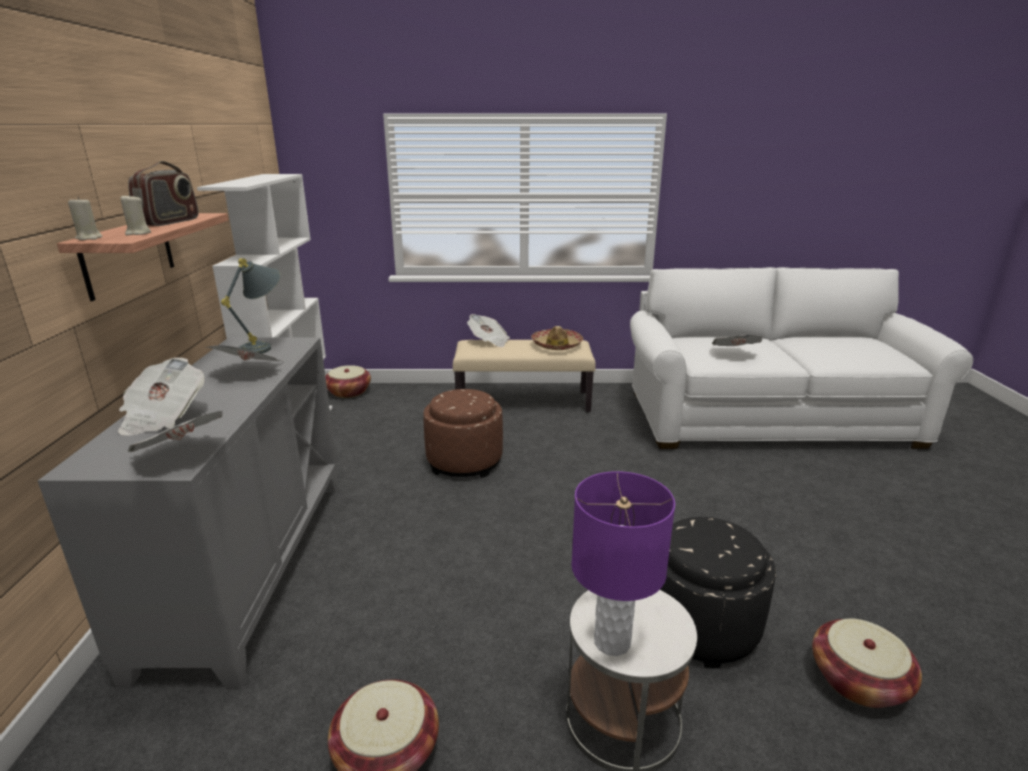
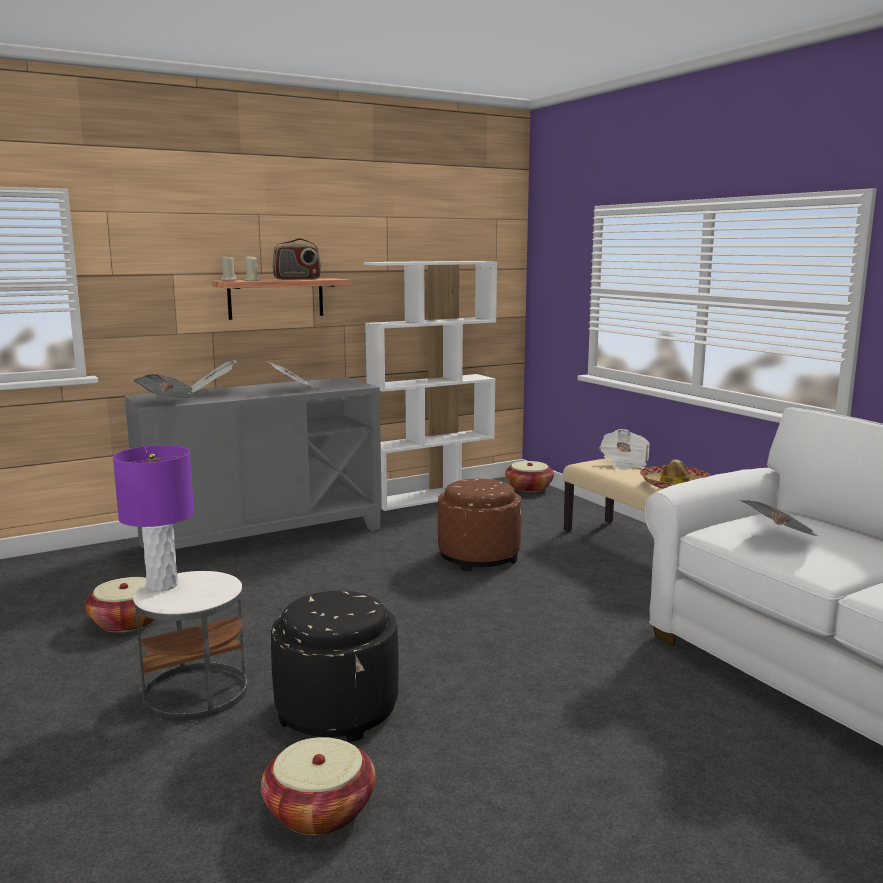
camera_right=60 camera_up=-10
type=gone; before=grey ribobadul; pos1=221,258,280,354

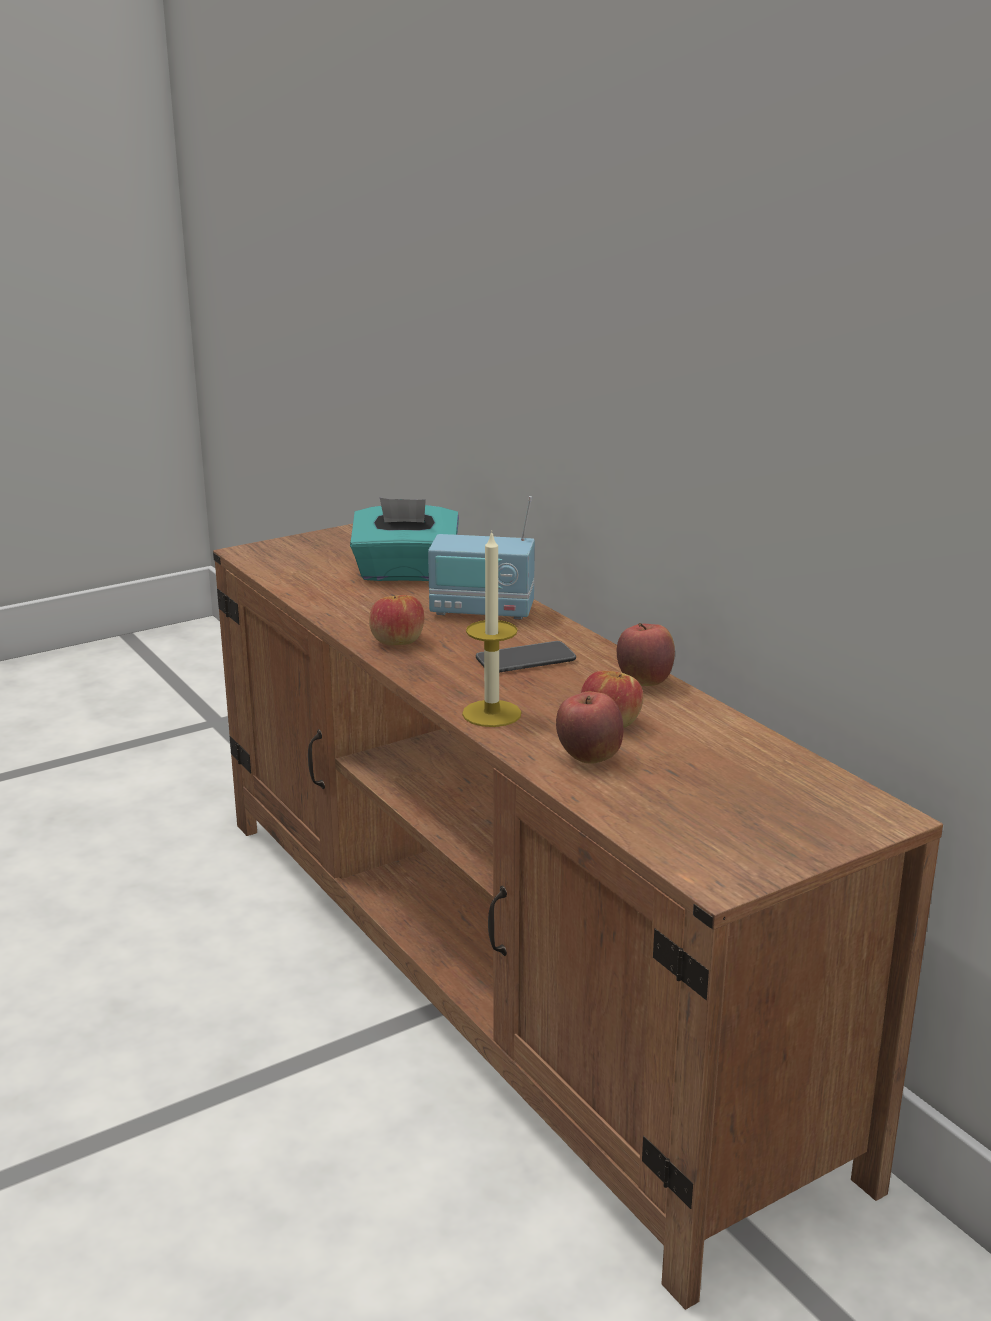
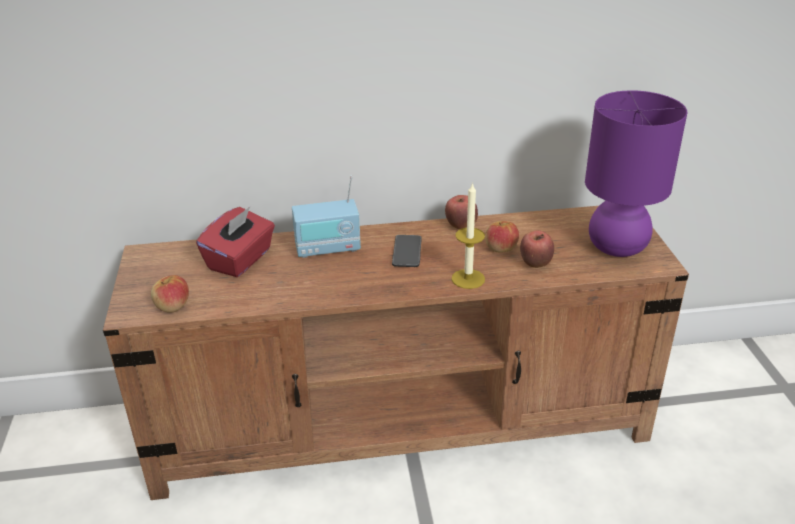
camera_right=-65 camera_up=10
type=shifted; before=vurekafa; pos1=369,595,424,645; pos2=151,275,189,313
type=repainted; before=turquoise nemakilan; after=red nemakilan; pos1=350,498,459,581; pos2=196,207,275,277
type=rotated; before=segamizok; pos1=428,496,535,620; pos2=292,175,361,258; turn=45
type=new; after=purple ribobadul; pos2=585,90,687,257

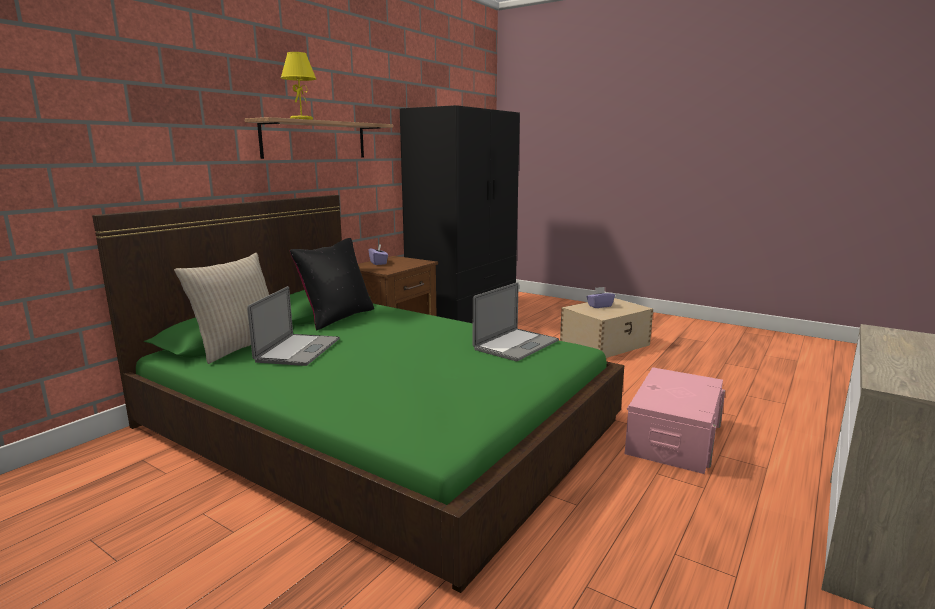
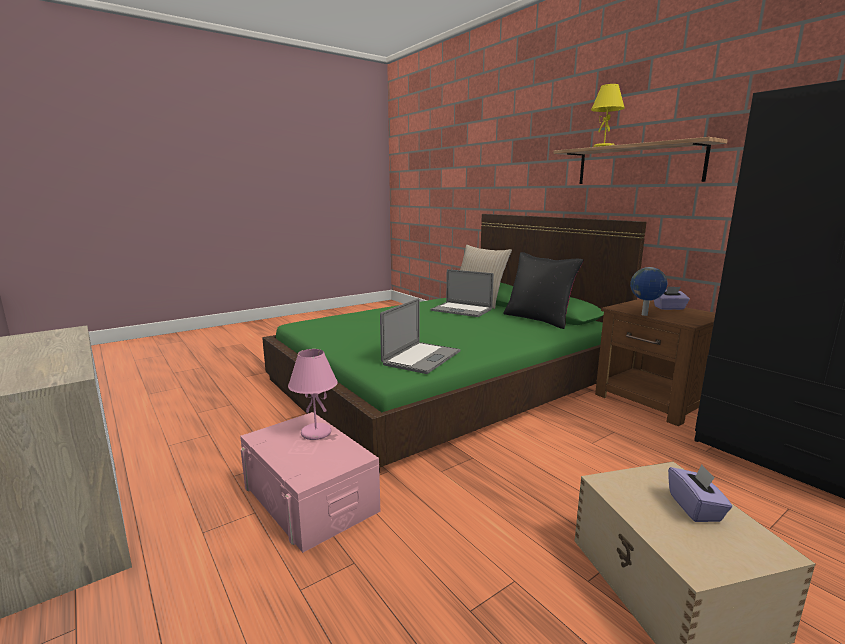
camera_right=110 camera_up=0
type=new; after=pink ribobadul; pos2=288,349,338,440
type=rotated; before=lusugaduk; pos1=473,282,559,361; pos2=380,298,461,374; turn=-120
type=new; after=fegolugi; pos2=630,267,667,316

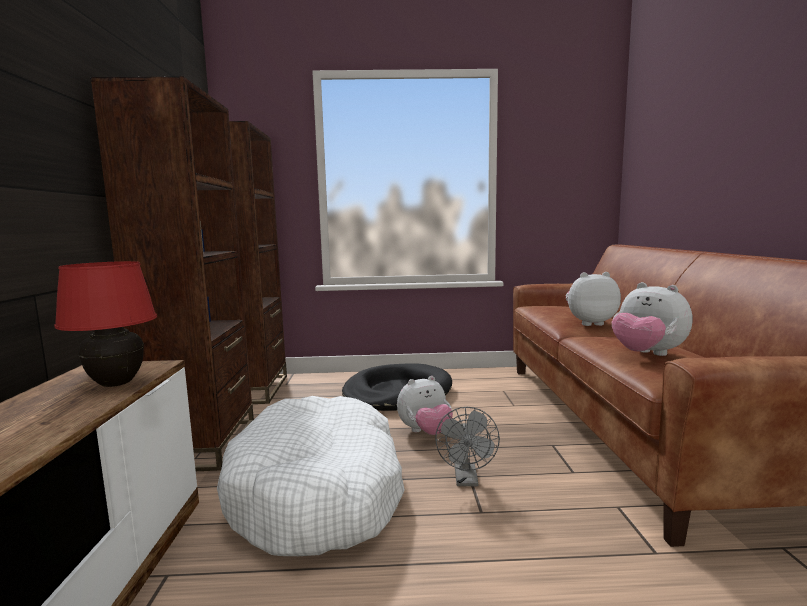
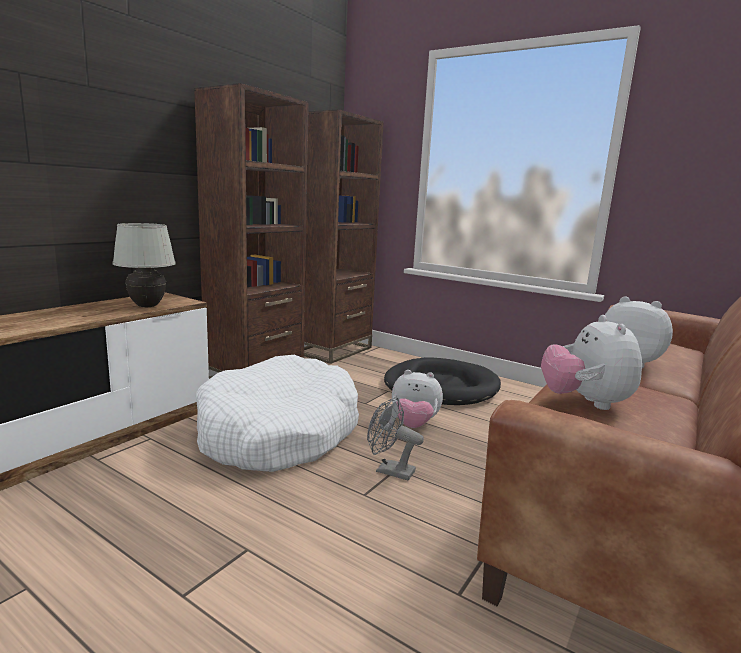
camera_right=35 camera_up=5
type=repainted; before=red ribobadul; after=white ribobadul; pos1=54,261,157,387; pos2=112,223,176,307
type=rotated; before=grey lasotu; pos1=435,407,500,486; pos2=367,397,424,481; turn=75

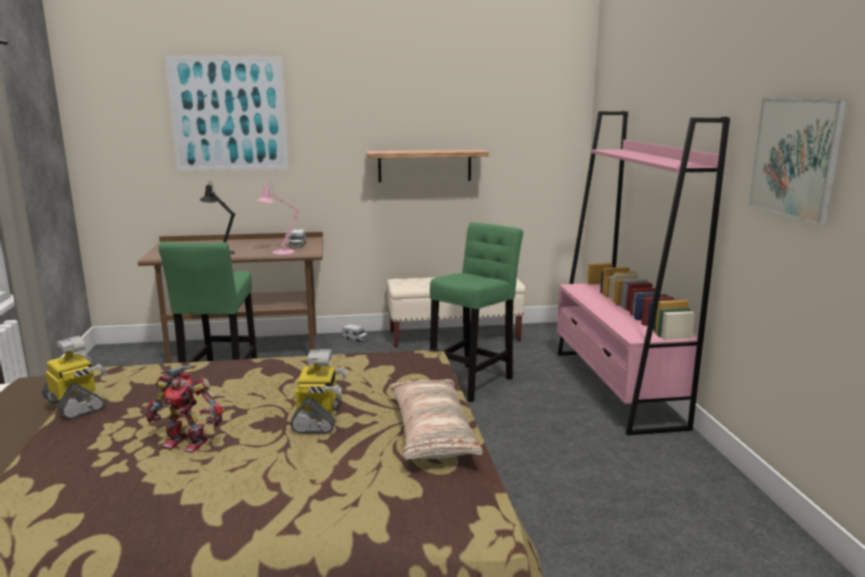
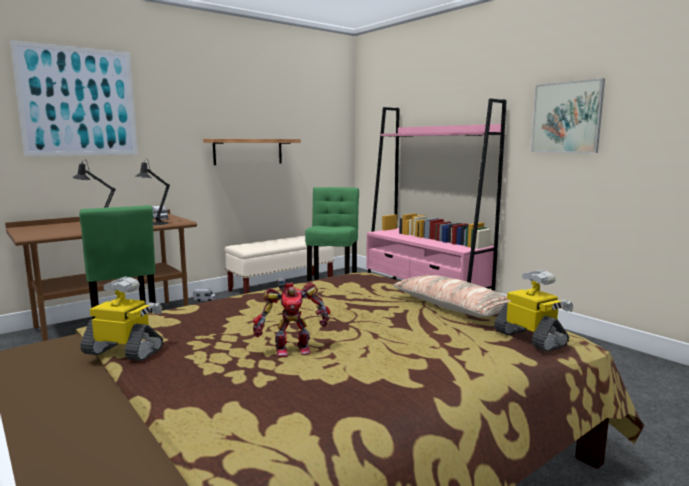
camera_right=-30 camera_up=-5
type=repainted; before=pink ribobadul; after=black ribobadul; pos1=257,181,300,255; pos2=136,159,170,225
type=shifted; before=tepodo; pos1=290,349,347,434; pos2=494,270,573,352

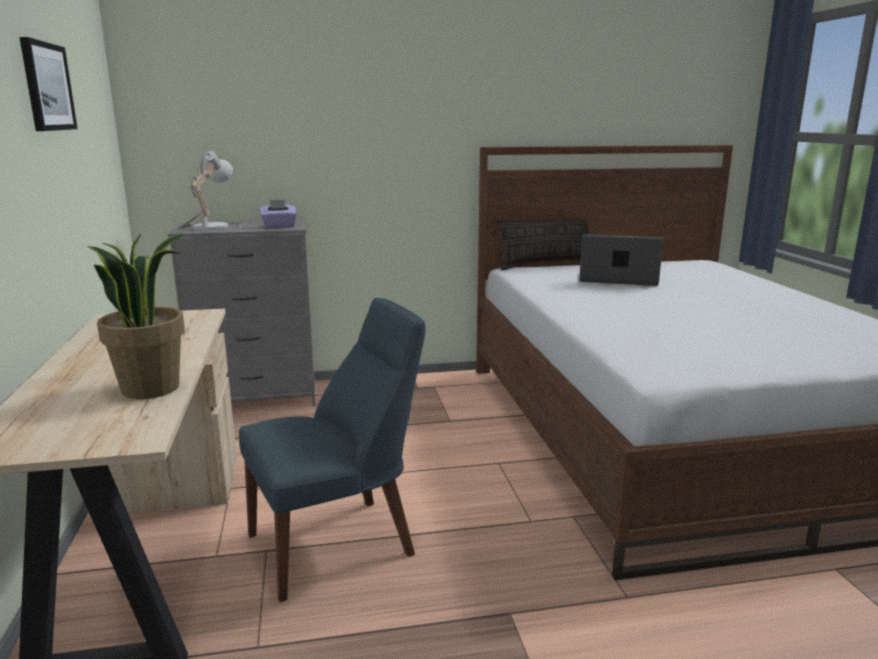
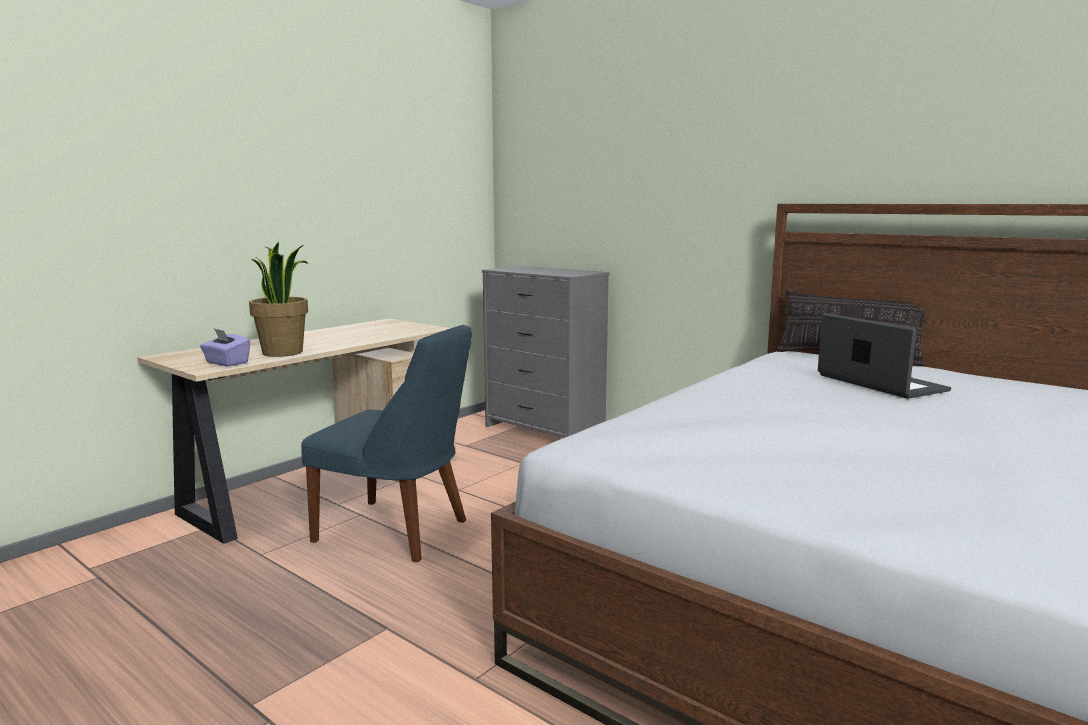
camera_right=50 camera_up=-5
type=shifted; before=purple nemakilan; pos1=259,200,297,228; pos2=200,328,250,367
type=gone; before=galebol; pos1=19,37,78,131
type=gone; before=ribobadul; pos1=178,151,243,230

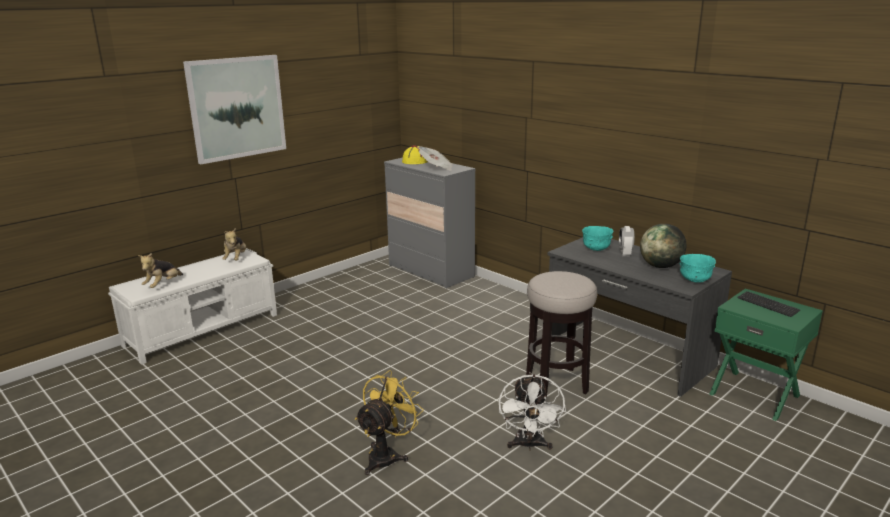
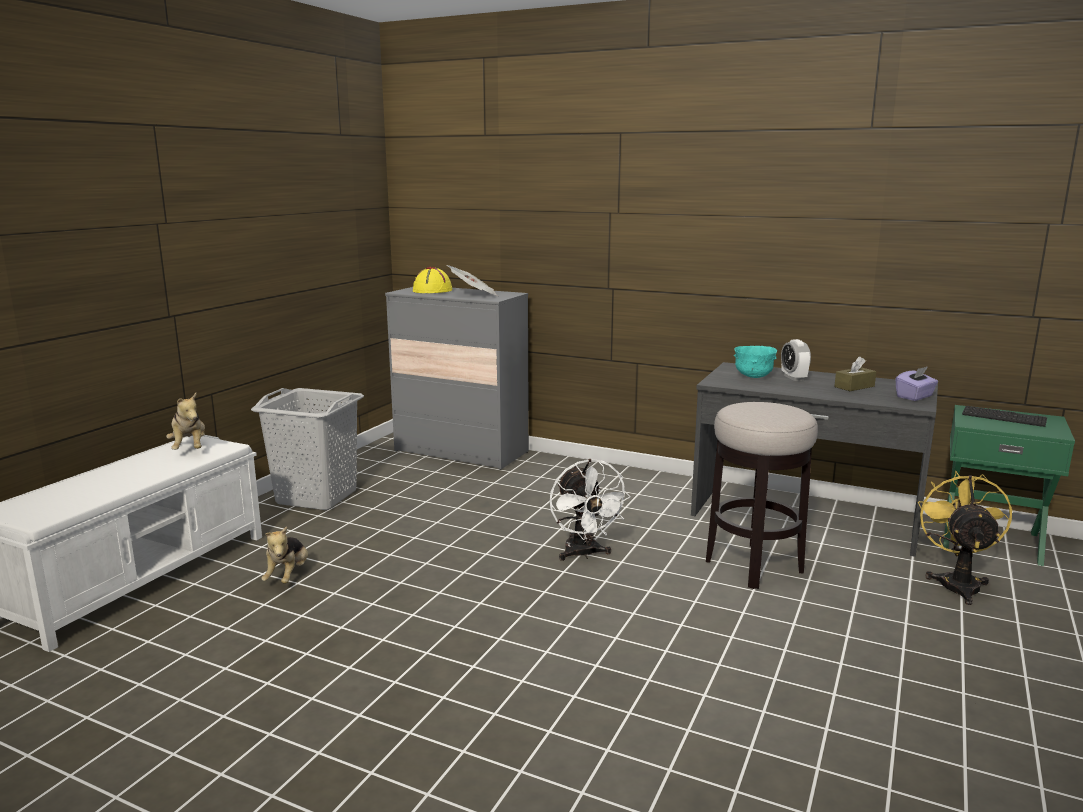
camera_right=-20 camera_up=-5
type=new; after=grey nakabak; pos2=251,388,364,510
type=shifted; before=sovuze; pos1=138,253,183,288; pos2=261,526,308,584
type=shifted; before=white lasotu; pos1=499,372,566,451; pos2=549,459,631,561
type=swapped; before=fegolugi; after=brown nemakilan; pos1=640,224,686,268; pos2=834,356,876,391
type=swapped; before=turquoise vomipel; after=purple nemakilan; pos1=679,254,716,283; pos2=896,367,938,401
type=shifted; before=yellow lasotu; pos1=355,370,424,475; pos2=918,471,1012,605
type=gone; before=galebol; pos1=183,55,286,165

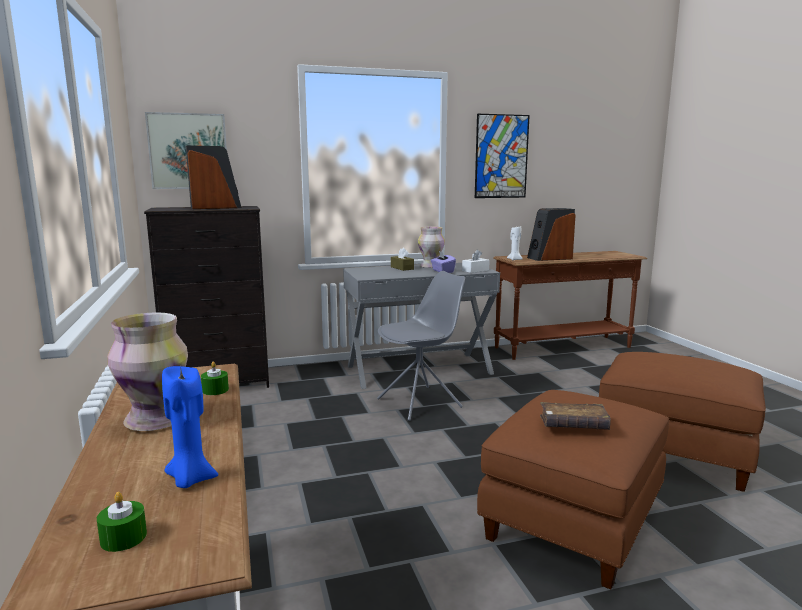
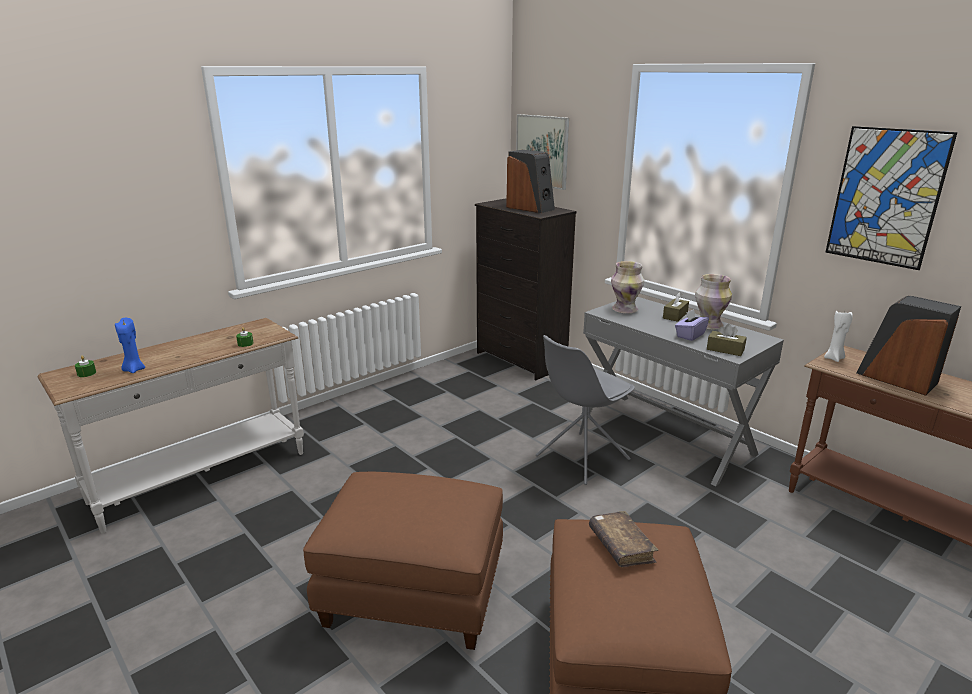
camera_right=65 camera_up=10
type=rotated; before=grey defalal; pos1=377,271,465,421; pos2=536,335,635,485; turn=105
type=shifted; before=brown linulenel; pos1=540,402,611,430; pos2=589,511,658,568
type=shifted; before=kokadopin; pos1=107,313,188,431; pos2=611,261,644,313
type=repainted; before=white nemakilan; after=brown nemakilan; pos1=462,250,490,273; pos2=707,324,747,356

